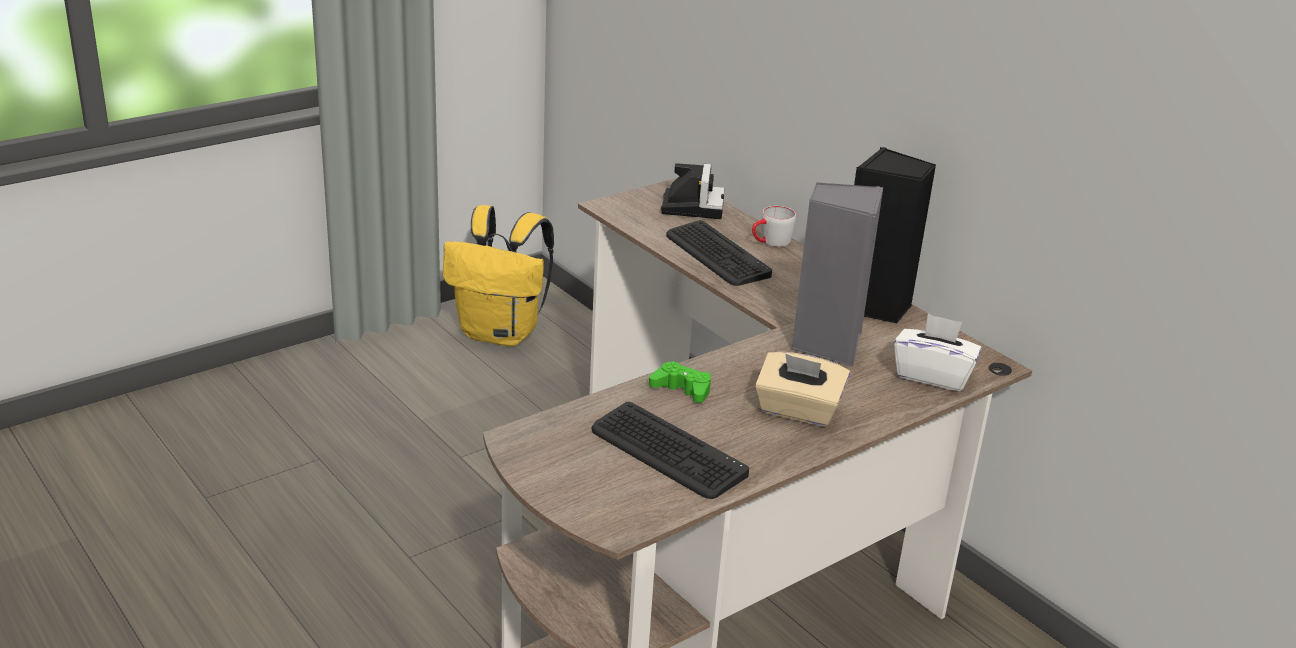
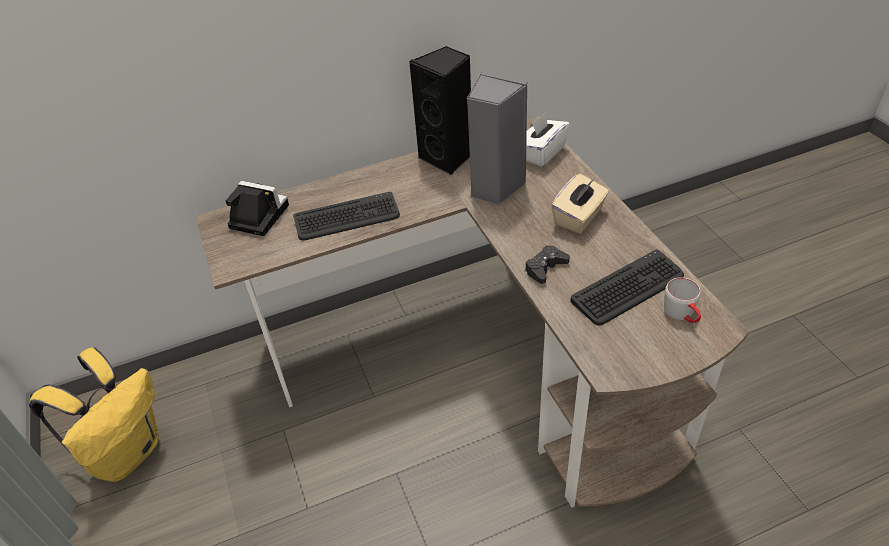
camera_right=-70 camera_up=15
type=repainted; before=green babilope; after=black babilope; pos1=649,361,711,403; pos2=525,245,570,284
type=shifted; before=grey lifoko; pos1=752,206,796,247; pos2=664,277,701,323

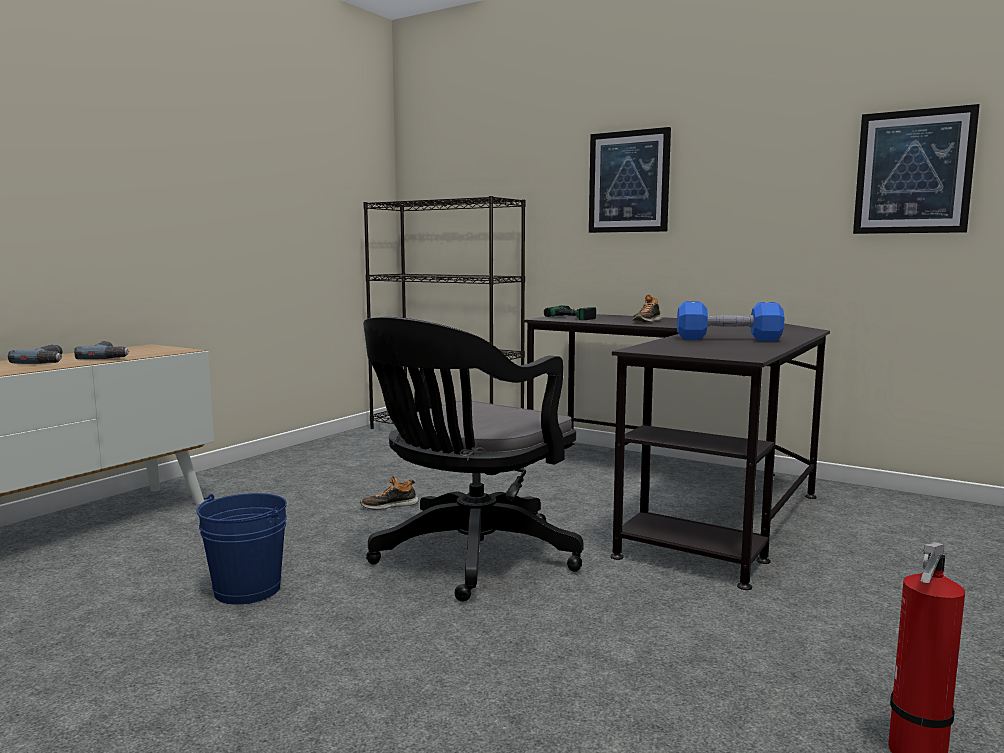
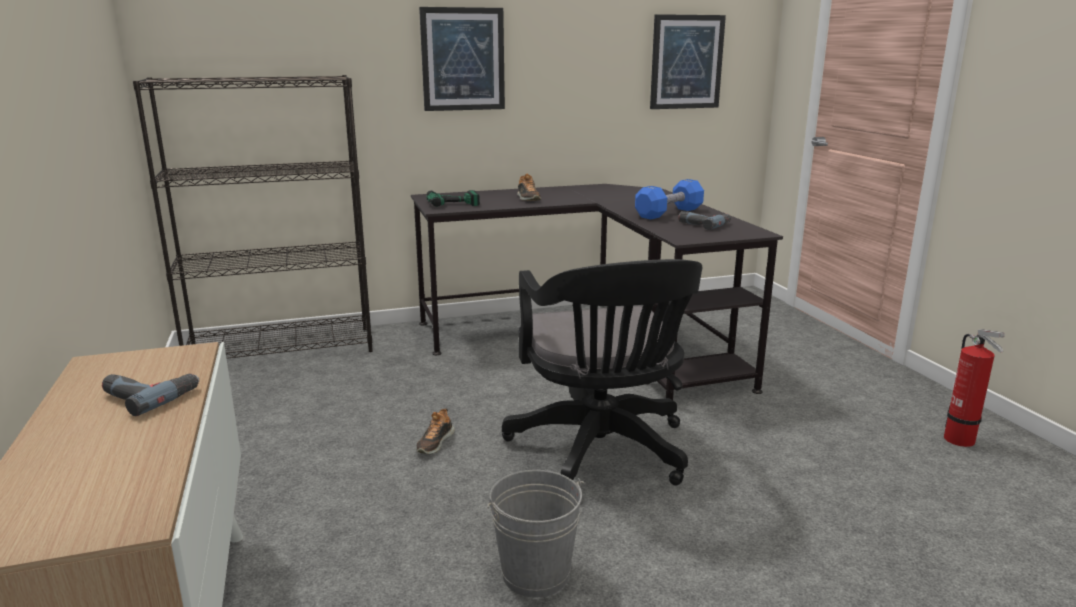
camera_right=-50 camera_up=10
type=repainted; before=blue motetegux; after=grey motetegux; pos1=196,493,287,605; pos2=487,470,586,597
type=shifted; before=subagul; pos1=8,345,63,364; pos2=678,211,731,230

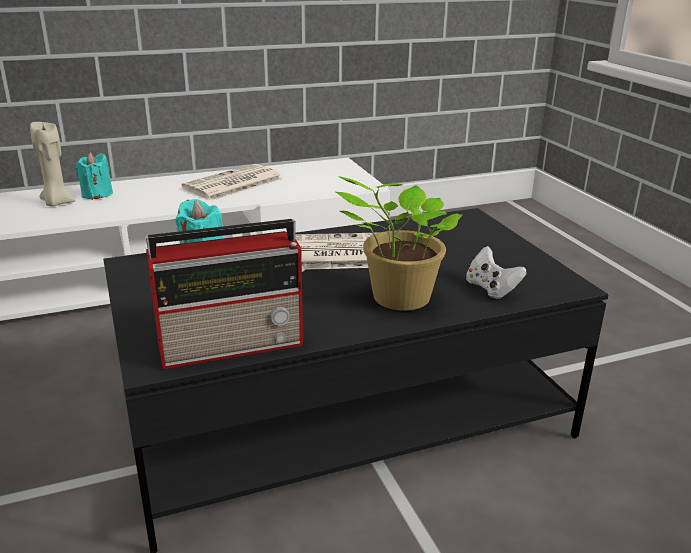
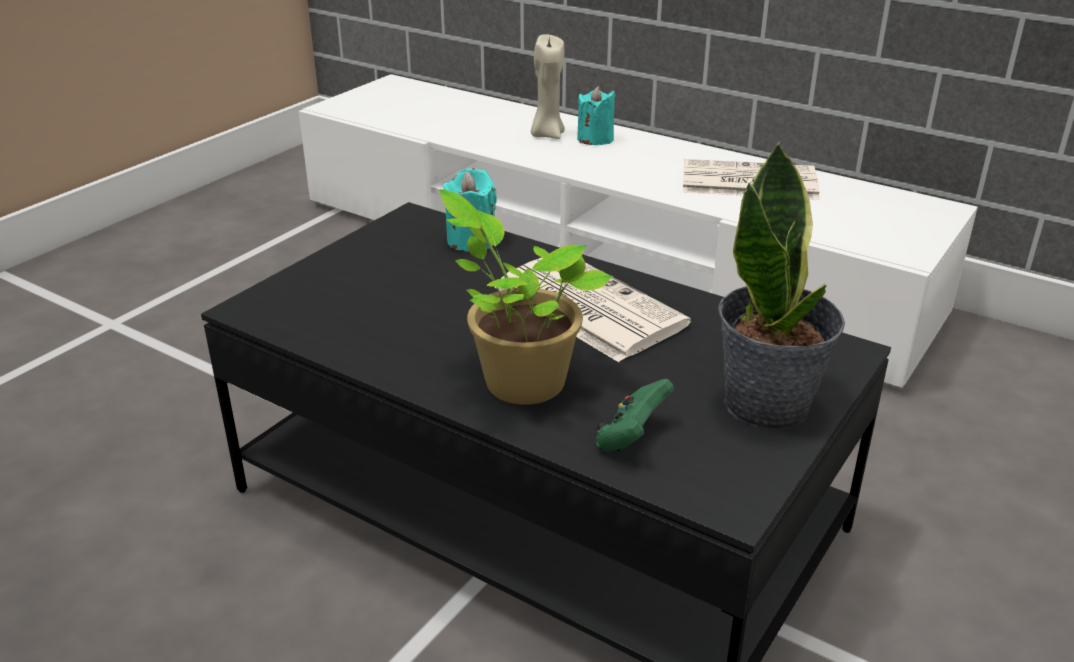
camera_right=55 camera_up=5
type=repainted; before=white babilope; after=green babilope; pos1=466,246,526,299; pos2=595,379,674,452
type=new; after=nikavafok; pos2=718,142,845,430
type=gone; before=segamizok; pos1=146,219,305,369

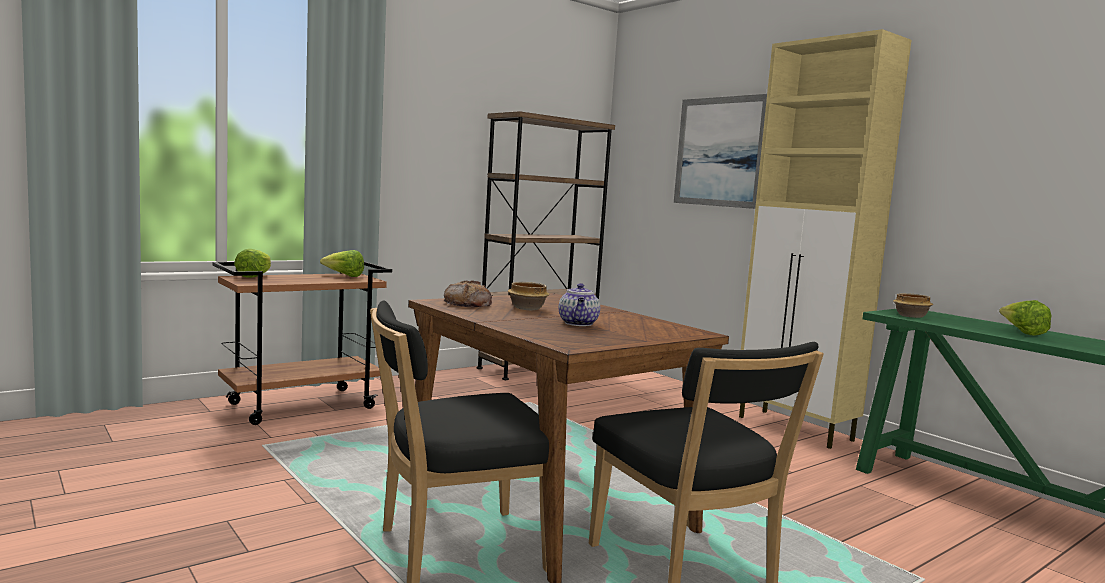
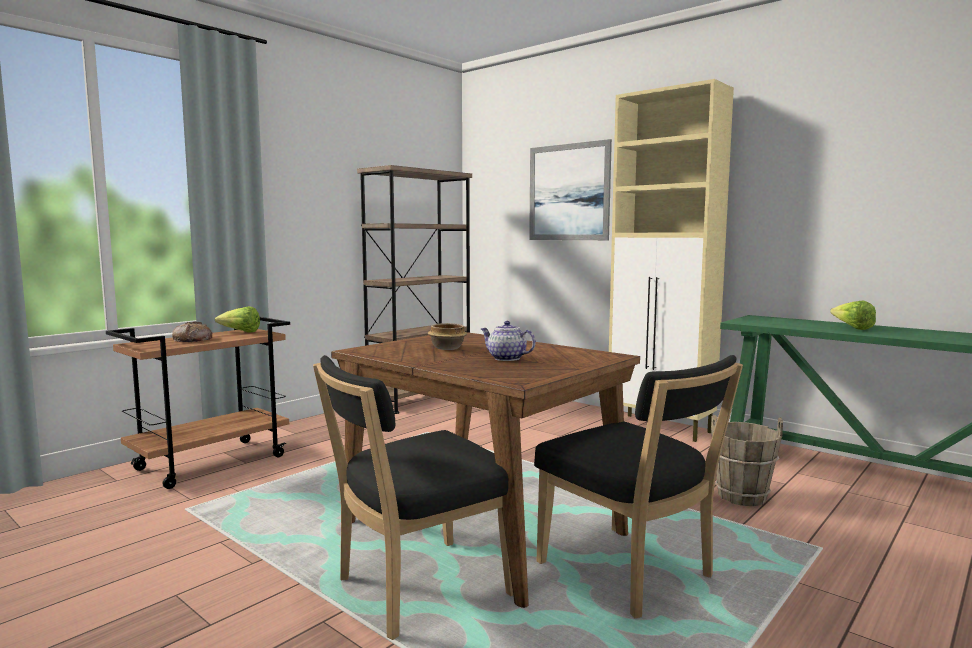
camera_right=-10 camera_up=0
type=shifted; before=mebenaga; pos1=444,280,492,307; pos2=172,322,213,342
type=rotated; before=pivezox; pos1=559,283,600,326; pos2=481,321,536,361; turn=135
type=new; after=brown motetegux; pos2=711,415,783,506
type=gone; before=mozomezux; pos1=234,249,271,278
type=gone; before=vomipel; pos1=893,293,933,318

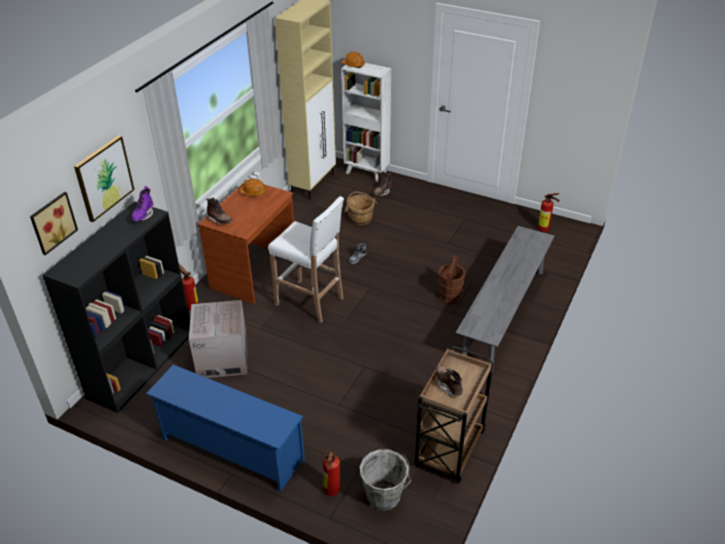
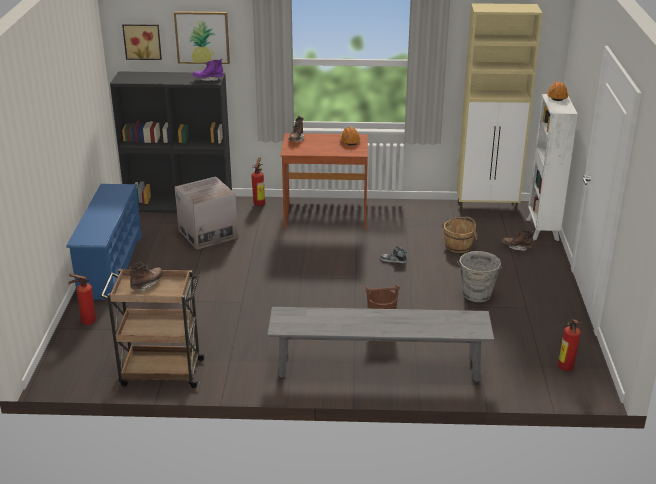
camera_right=65 camera_up=-10
type=shifted; before=grey motetegux; pos1=360,449,412,511; pos2=457,251,502,302
type=gone; before=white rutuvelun; pos1=268,196,344,323

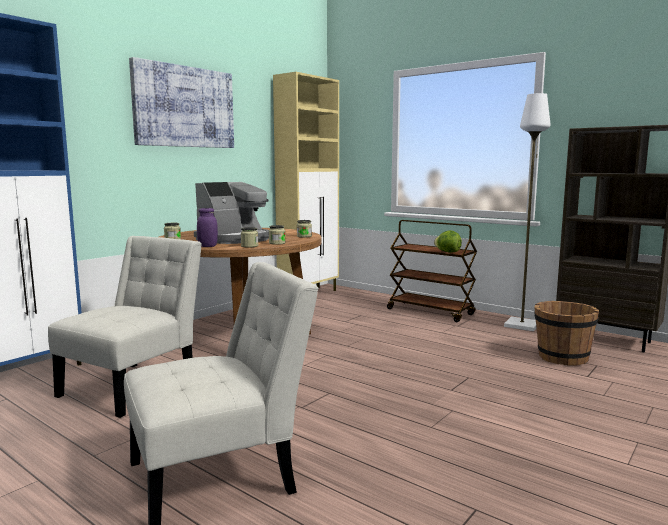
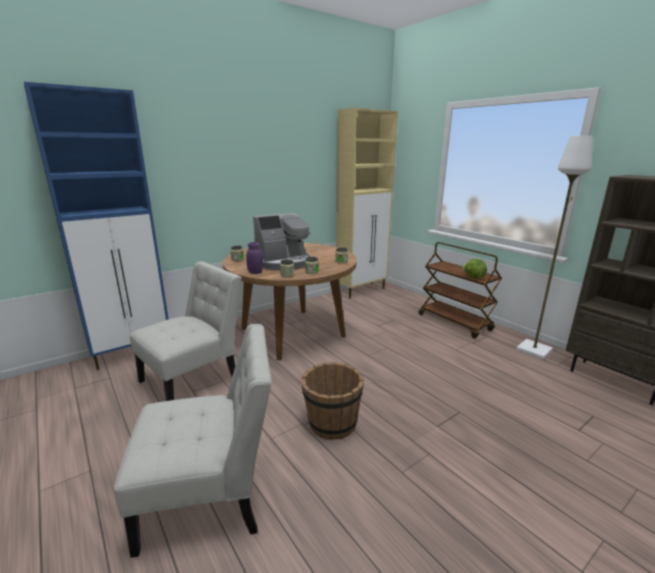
camera_right=15 camera_up=10
type=shifted; before=brown motetegux; pos1=534,301,599,366; pos2=301,362,364,440
type=gone; before=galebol; pos1=129,57,234,148

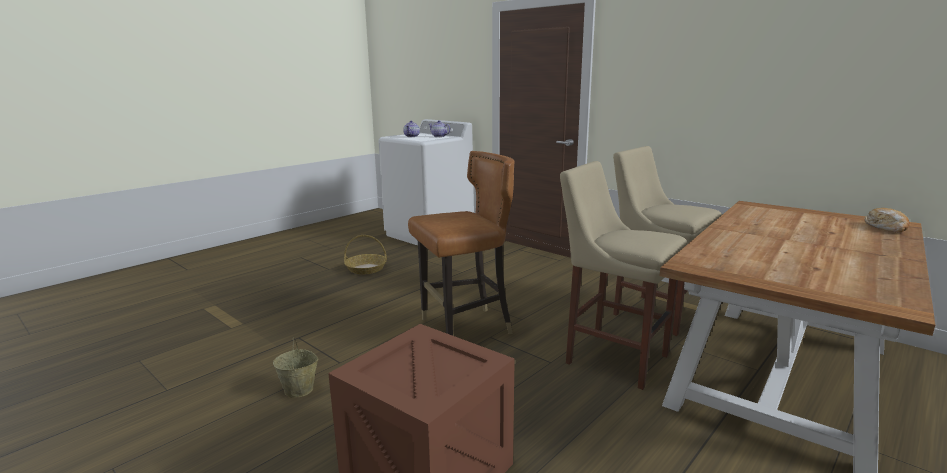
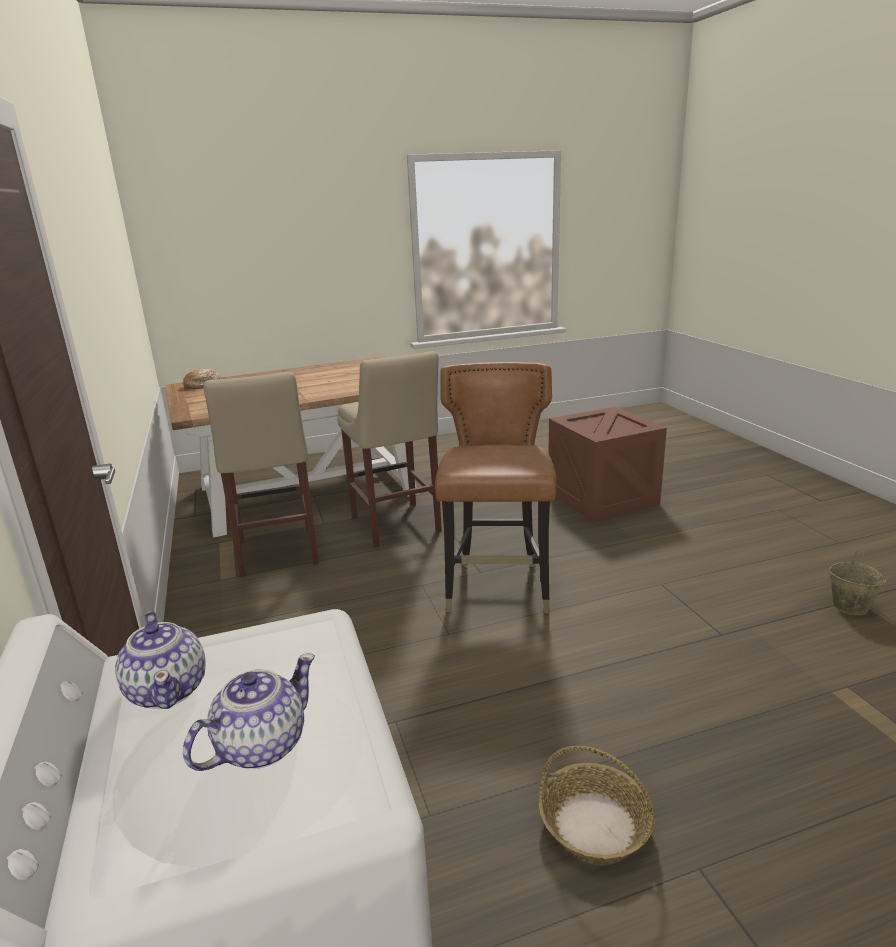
camera_right=-150 camera_up=5
type=rotated; before=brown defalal; pos1=408,151,515,336; pos2=435,362,557,613; turn=90
type=shifted; before=beige motetegux; pos1=273,338,318,398; pos2=829,549,886,616

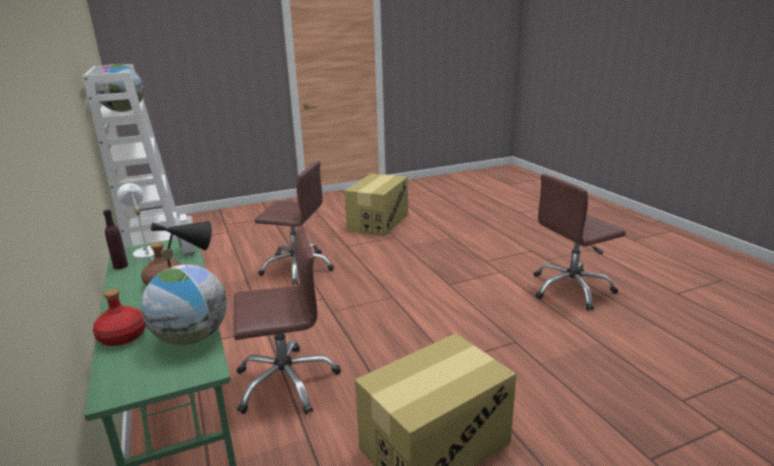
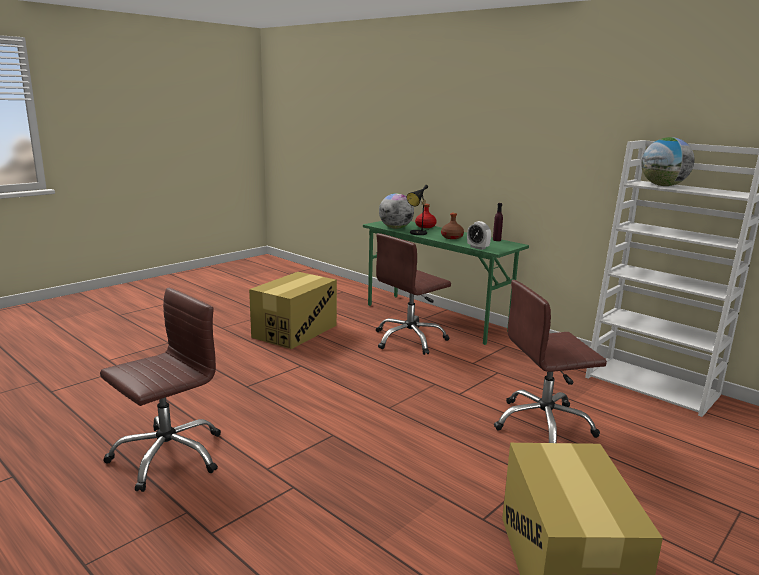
camera_right=155 camera_up=-5
type=gone; before=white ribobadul; pos1=117,183,155,261

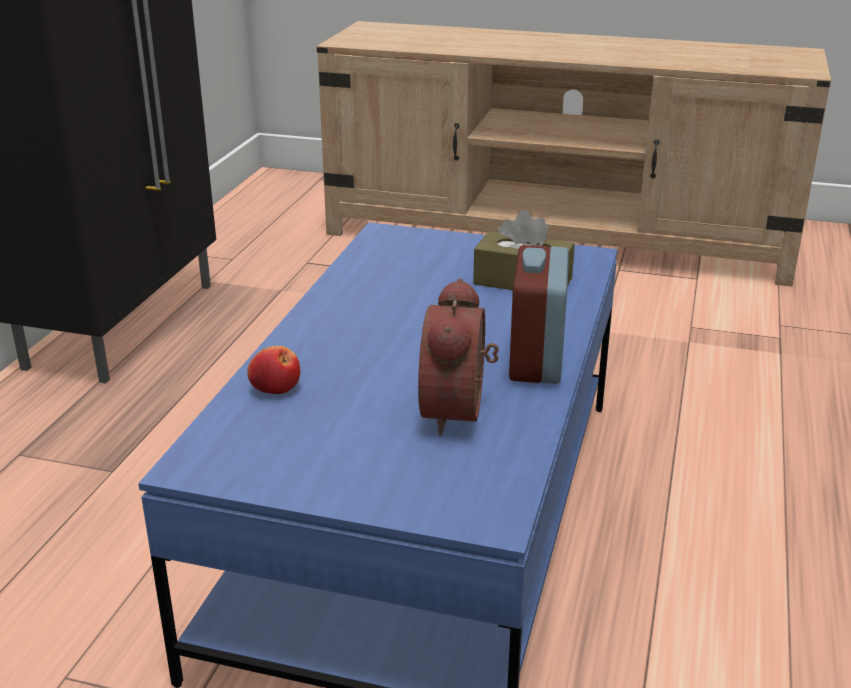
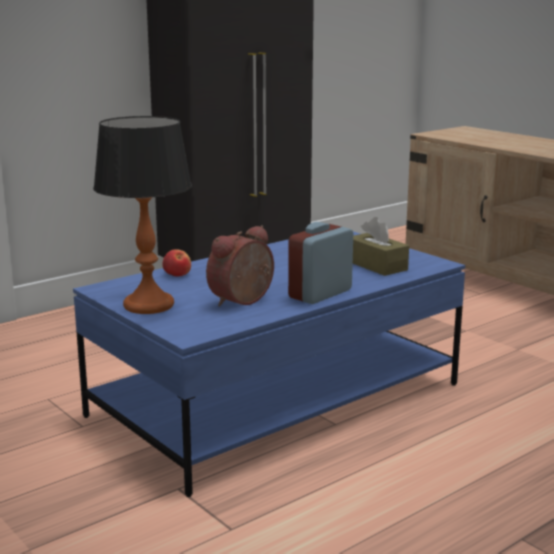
camera_right=35 camera_up=-10
type=new; after=ribobadul; pos2=93,116,192,314

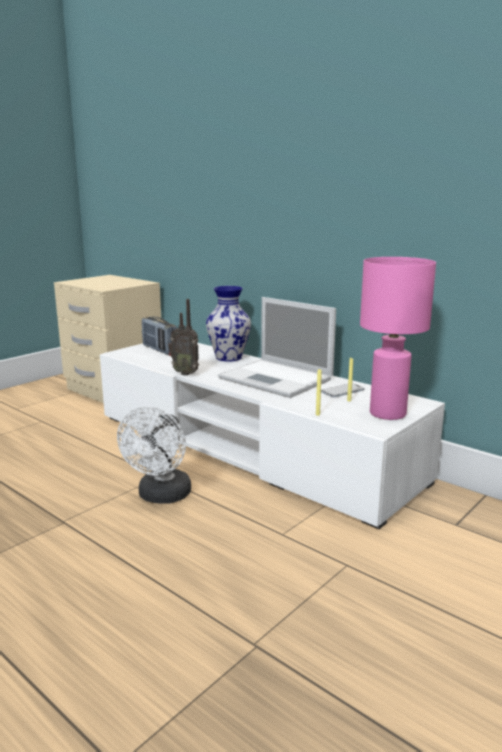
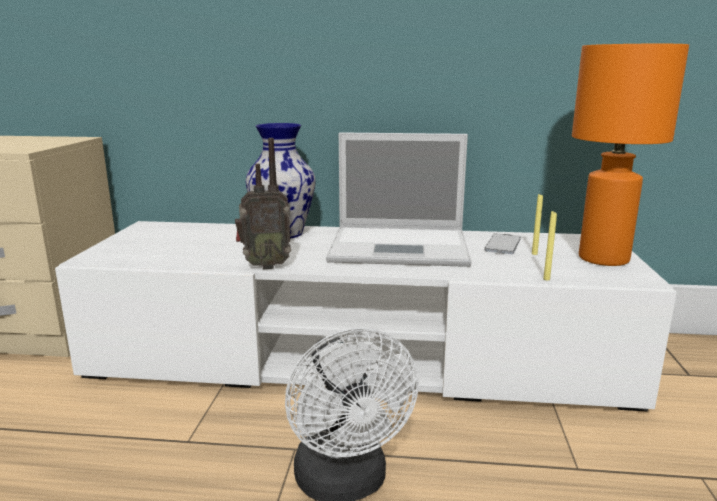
camera_right=-35 camera_up=0
type=repainted; before=pink ribobadul; after=orange ribobadul; pos1=360,257,436,420; pos2=572,44,689,266
type=gone; before=segamizok; pos1=142,317,177,355

